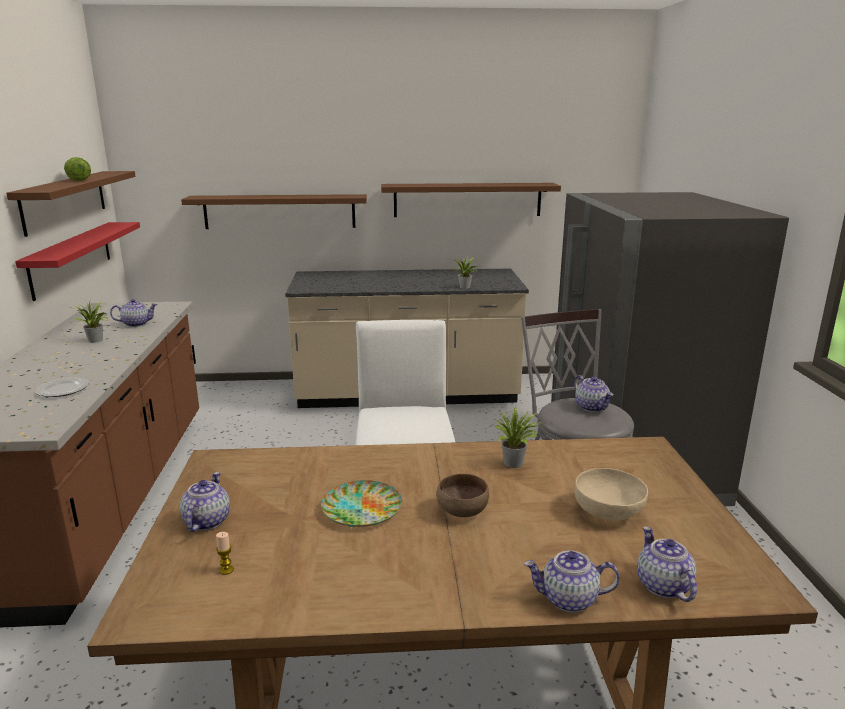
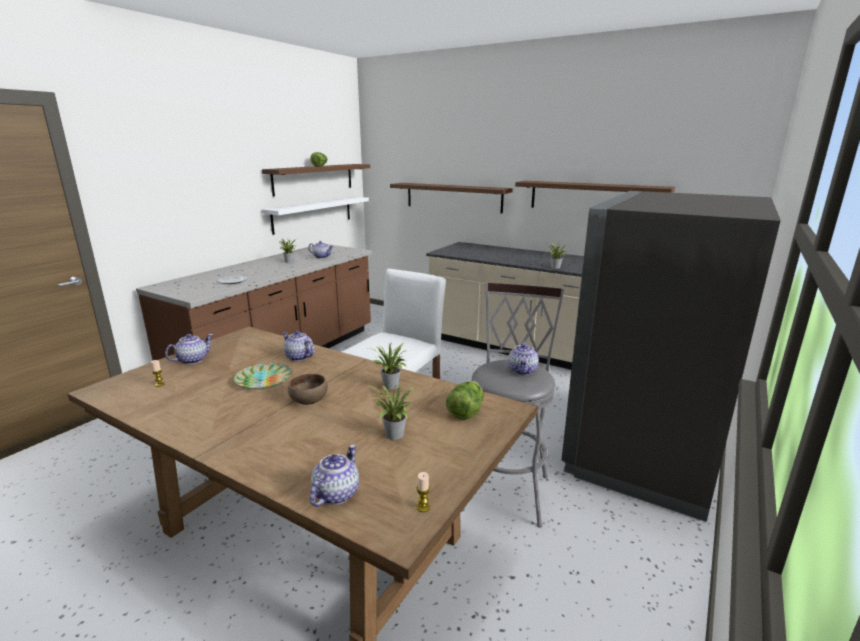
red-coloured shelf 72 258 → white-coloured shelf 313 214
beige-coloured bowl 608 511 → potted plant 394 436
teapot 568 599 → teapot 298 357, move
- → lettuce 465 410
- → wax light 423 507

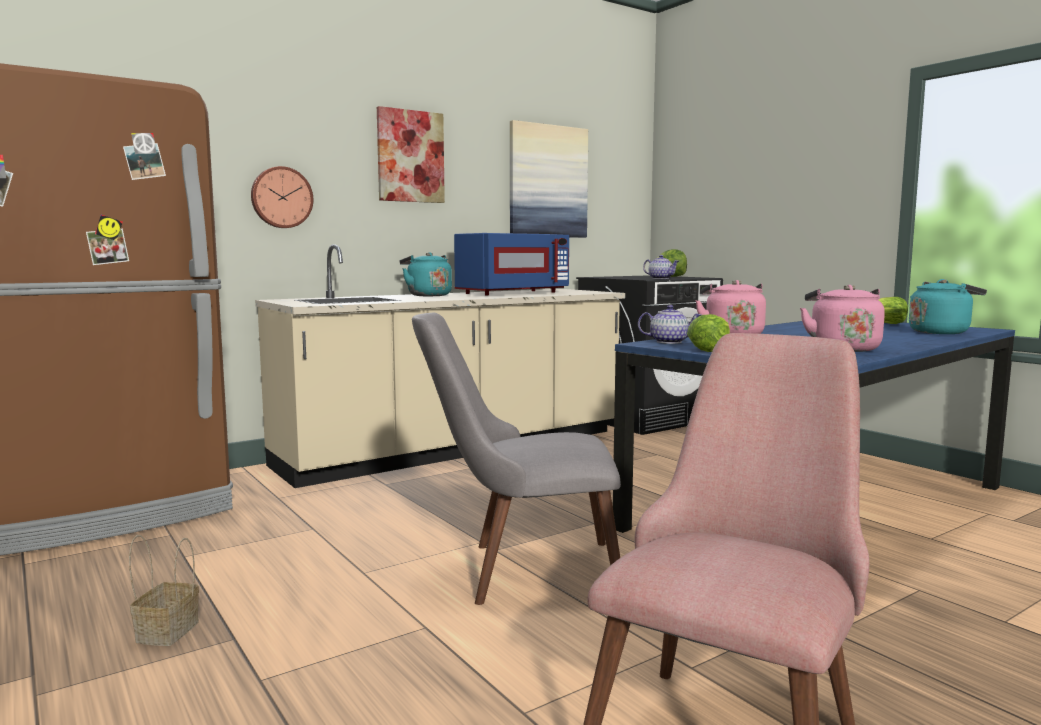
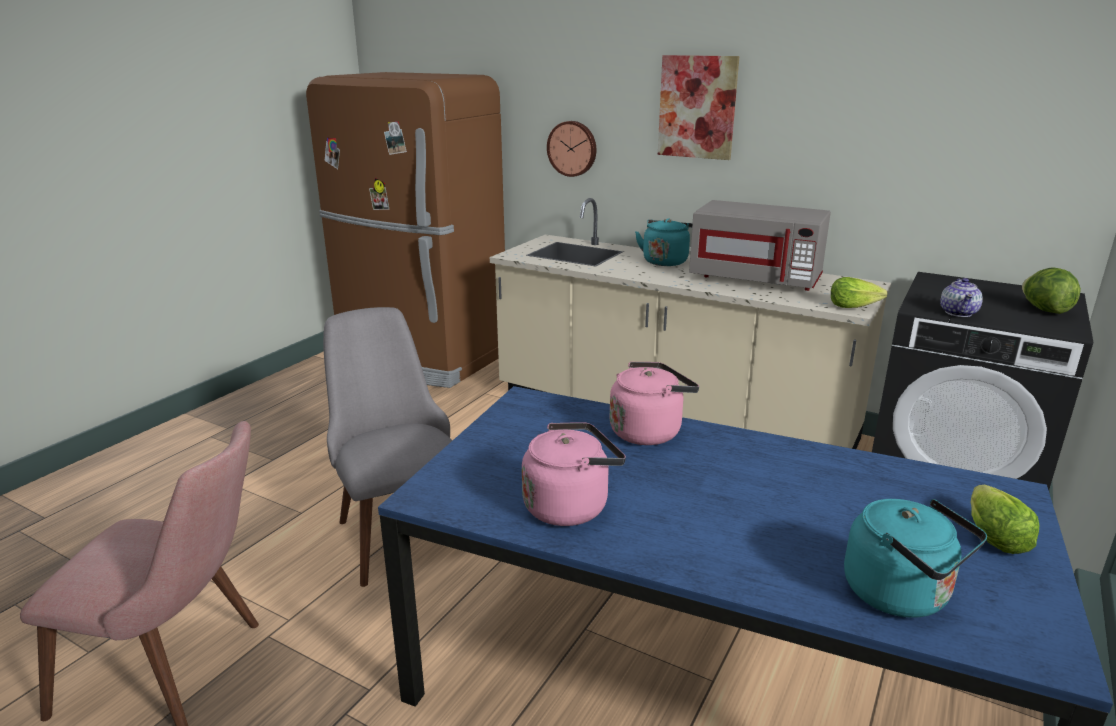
picture 547 181 → -
blue-coloured microwave oven 512 293 → grey microwave oven 756 279
teapot 668 342 → -
lettuce 710 350 → lettuce 853 306, move
basket 168 630 → -

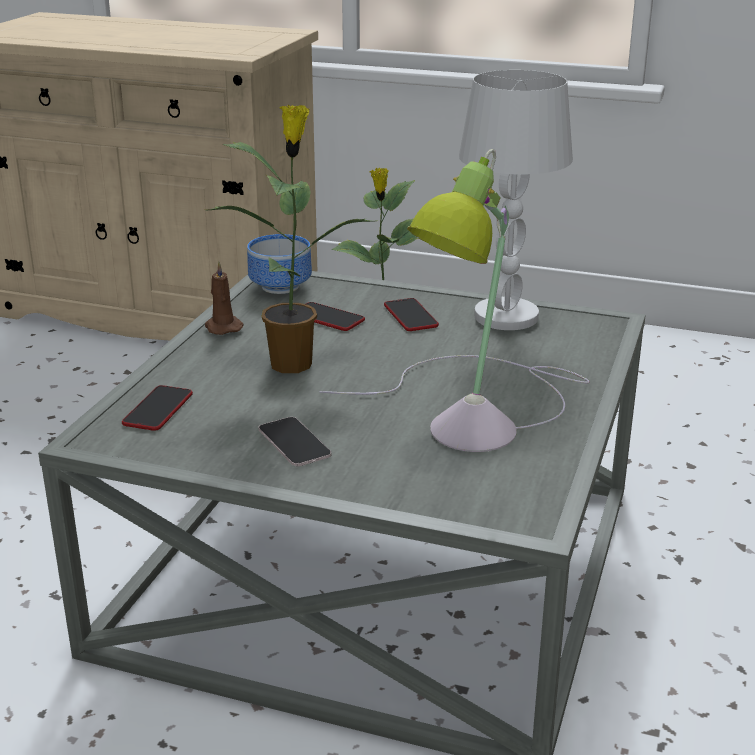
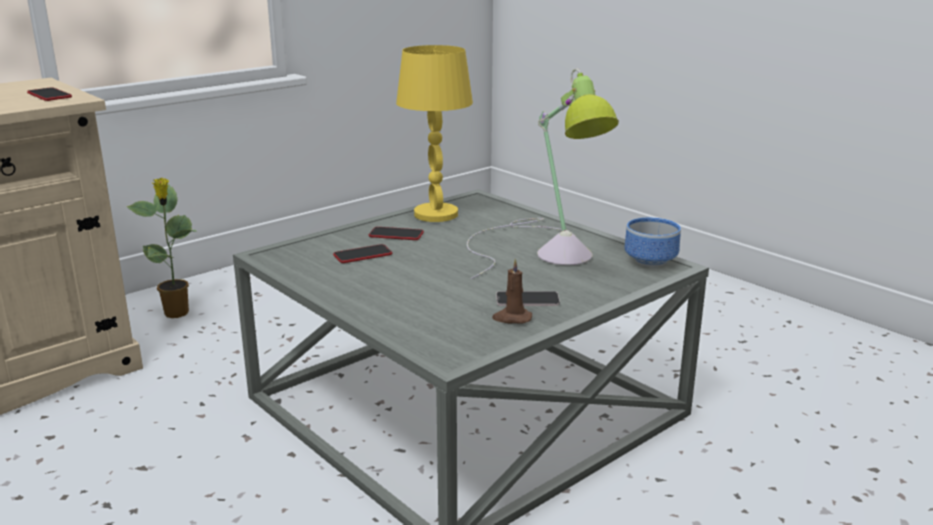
white-coloured lamp for a table 506 316 → yellowish lamp for a table 435 214
potted plant 293 363 → -
bowl 283 286 → bowl 651 260, move
brownish wax light 222 327 → brownish wax light 512 318, move
telephone 158 409 → telephone 49 95, move

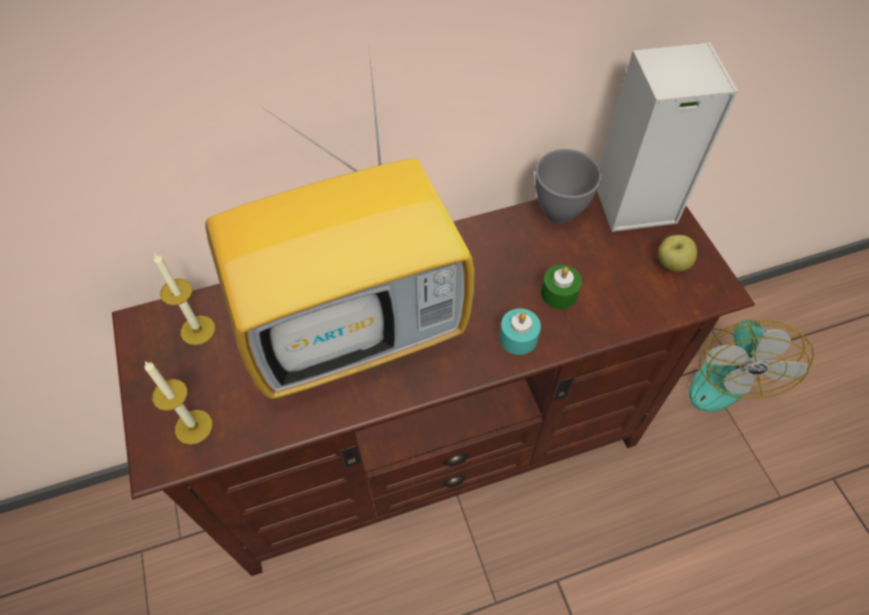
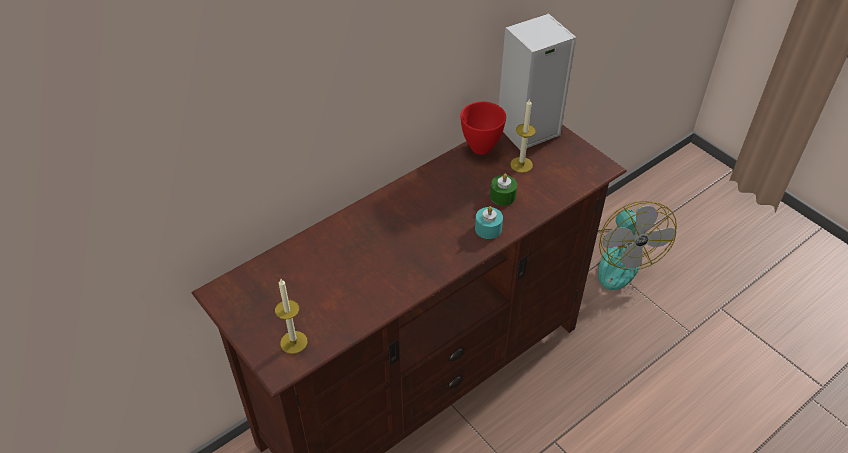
TV 357 326 → -
grey bowl 557 213 → red-coloured bowl 480 148
apple fruit 672 264 → -
wax light 198 330 → wax light 521 165, move

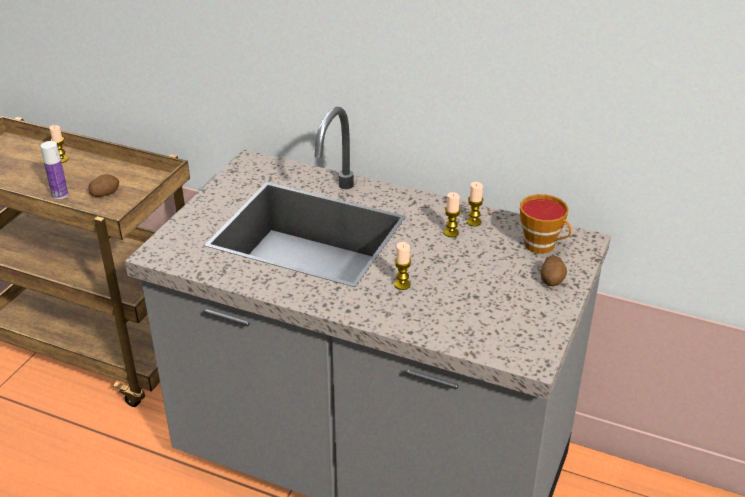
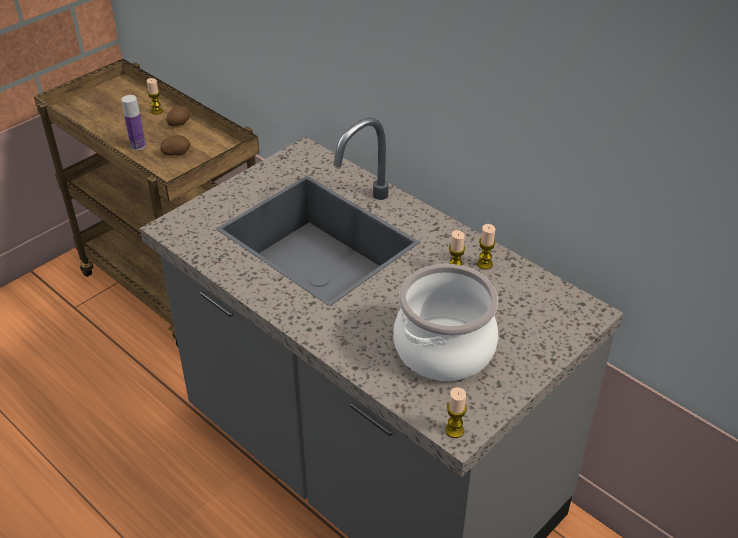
small cup 543 245 → -
wax light 402 284 → wax light 454 430, move
potato 552 280 → potato 179 123, move
- → saucepot 445 349

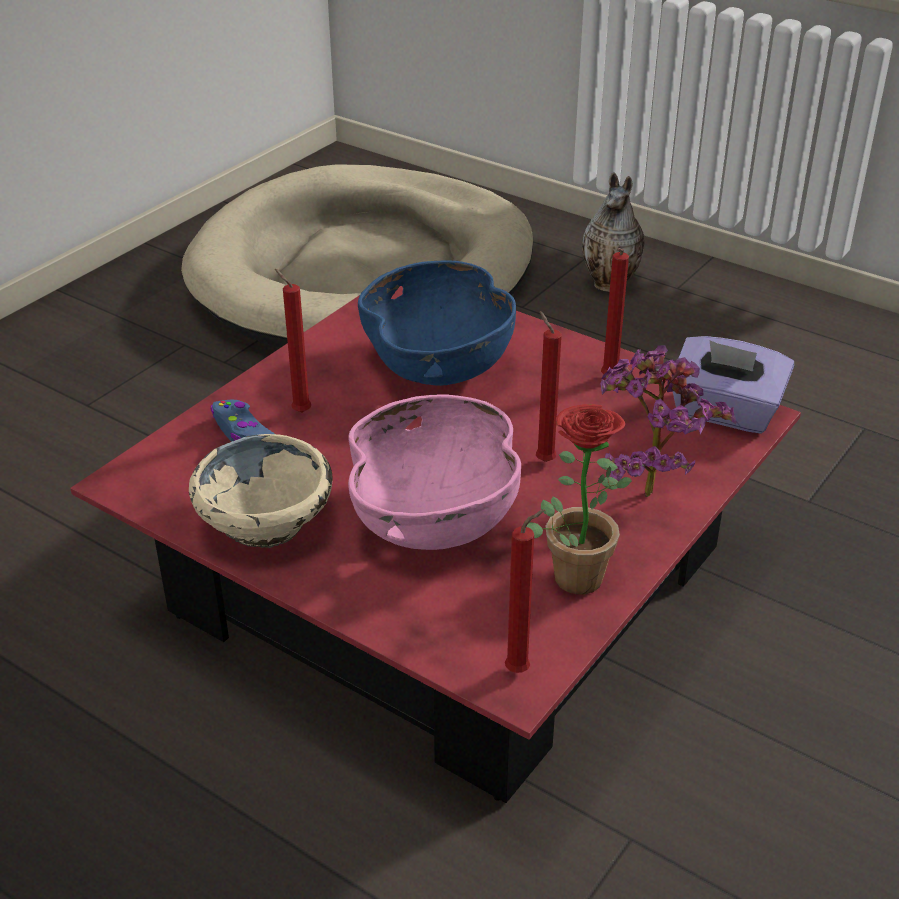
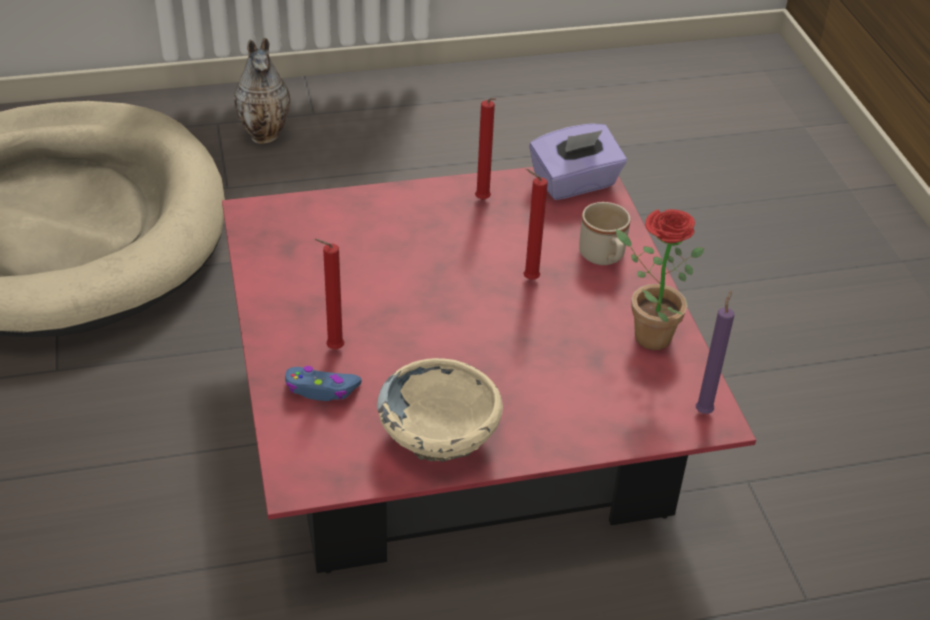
blue-coloured bowl 439 364 → -
potted plant 646 486 → beige-coloured tea mug 604 258
pink bowl 435 517 → -
red-coloured wax light 521 670 → purplish wax light 704 410

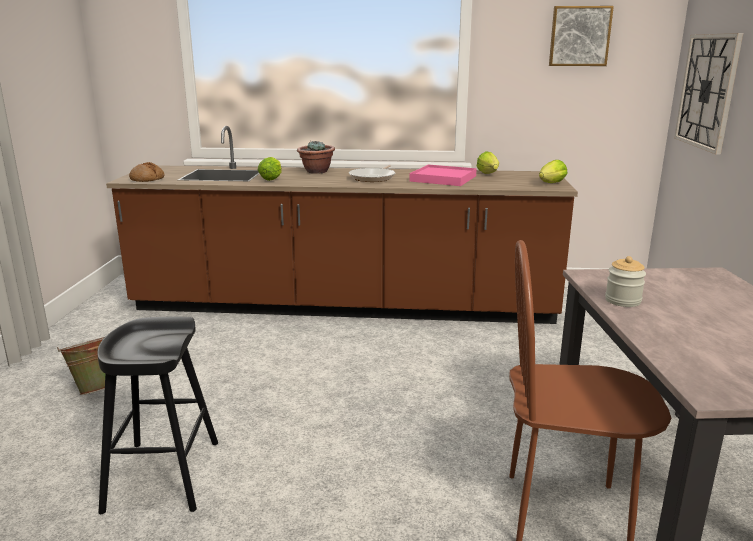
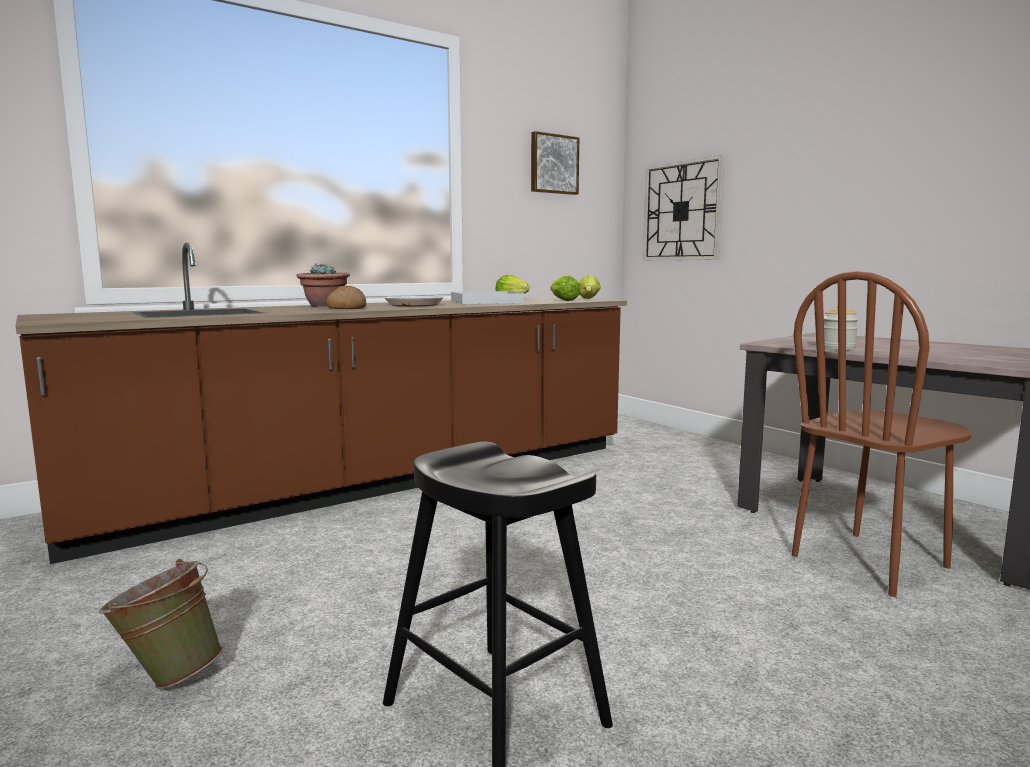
lettuce 272 178 → lettuce 562 300, move
bread 147 179 → bread 346 308, move
pink tray 443 178 → white-coloured tray 486 302

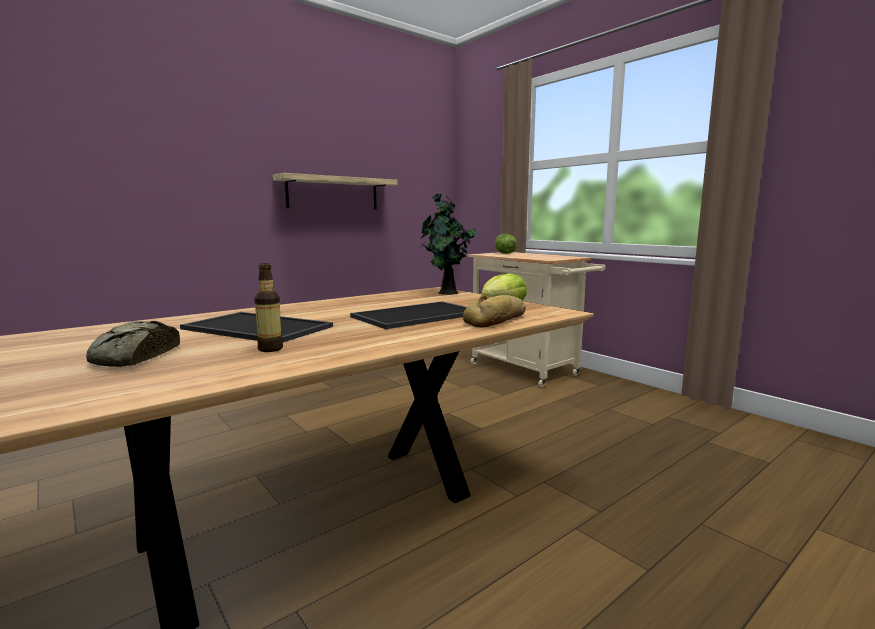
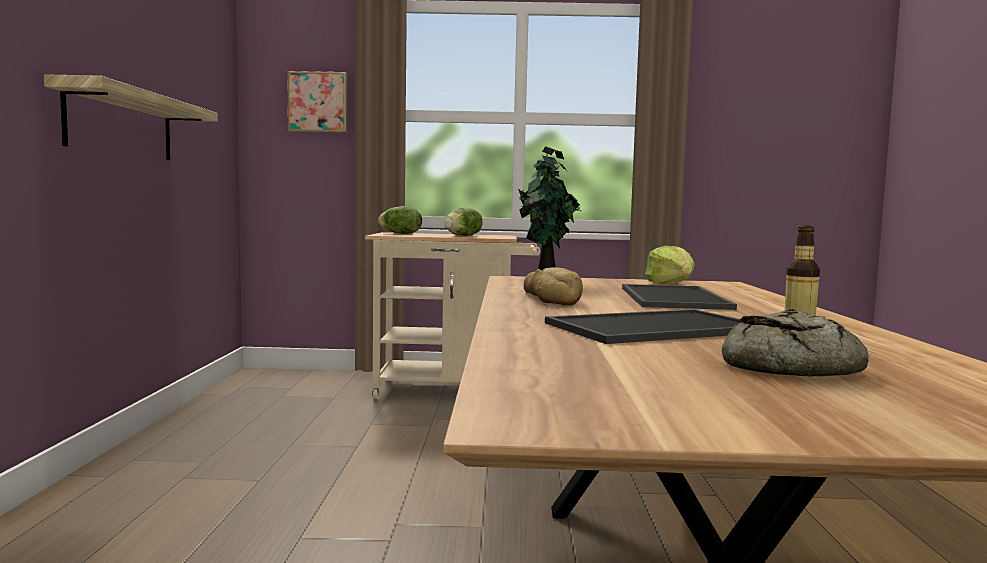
bread 498 320 → bread 551 298, move
- → picture 318 102
- → lettuce 463 236

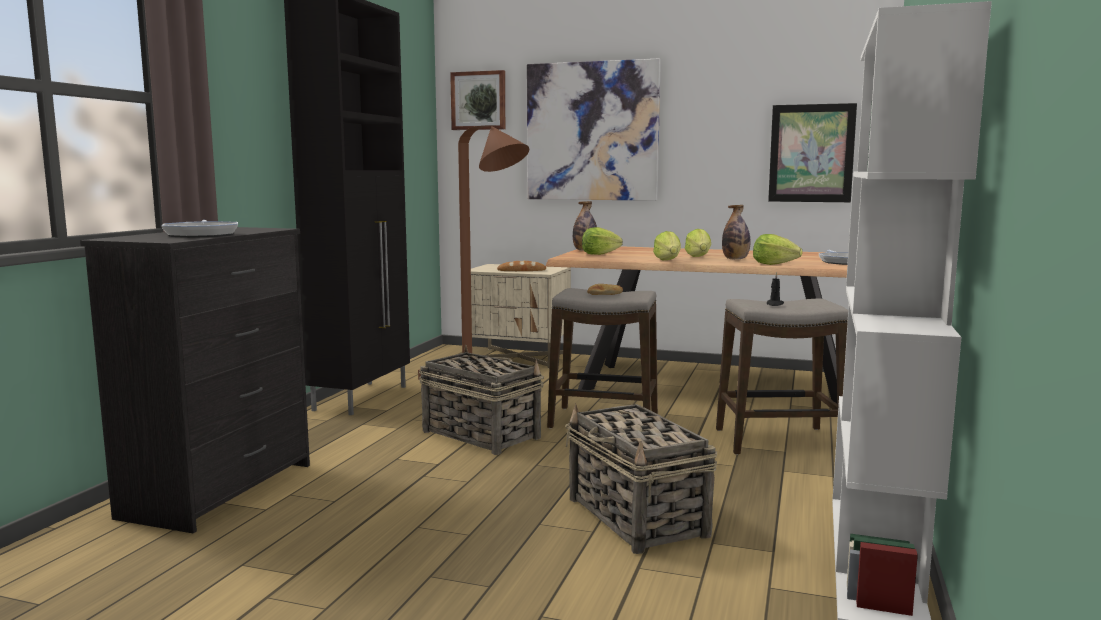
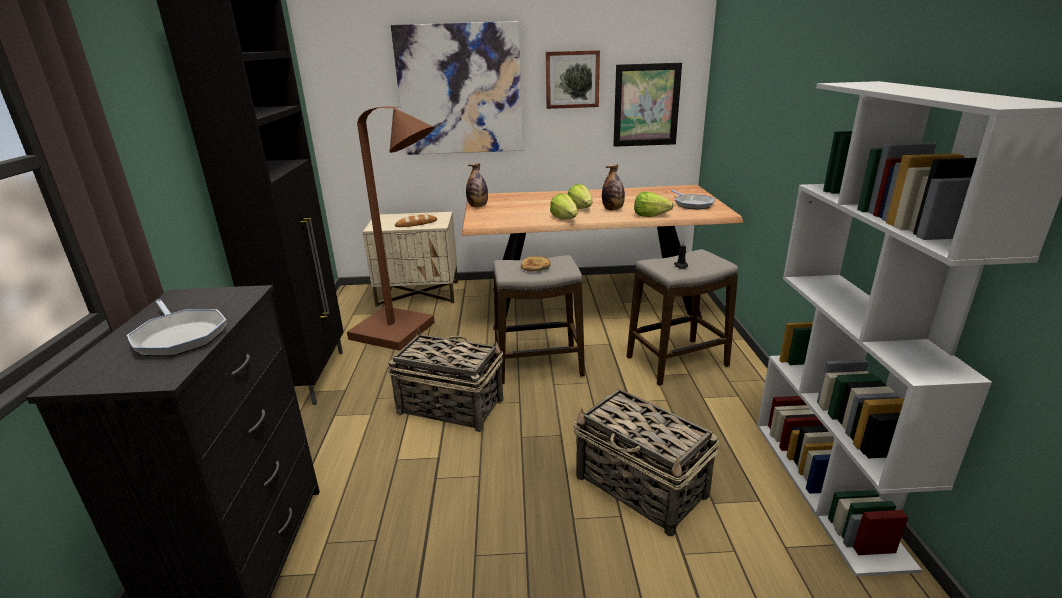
picture 479 100 → picture 572 79, move
lettuce 599 254 → -

